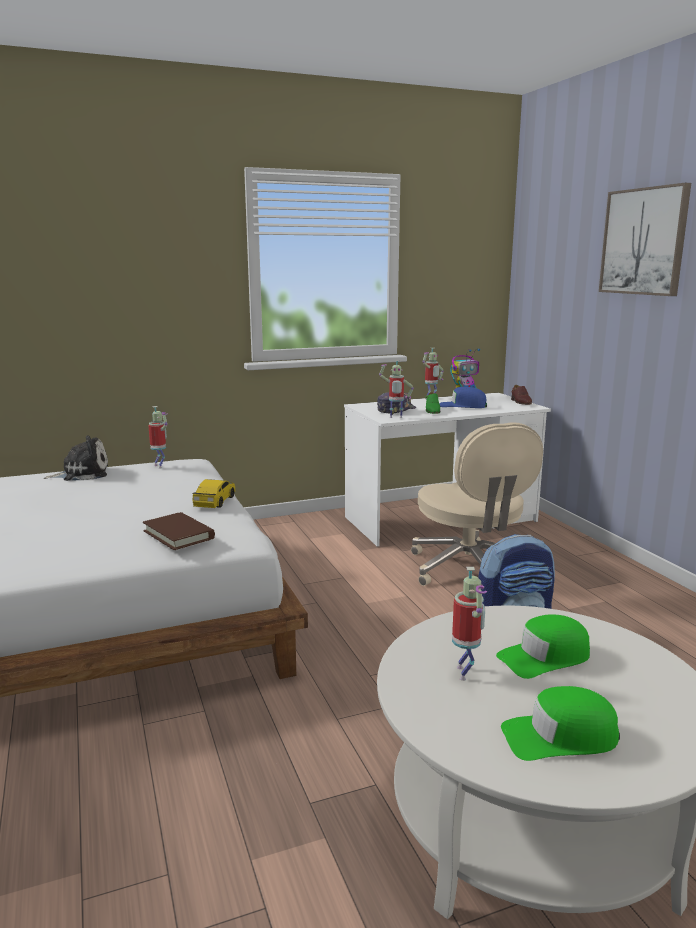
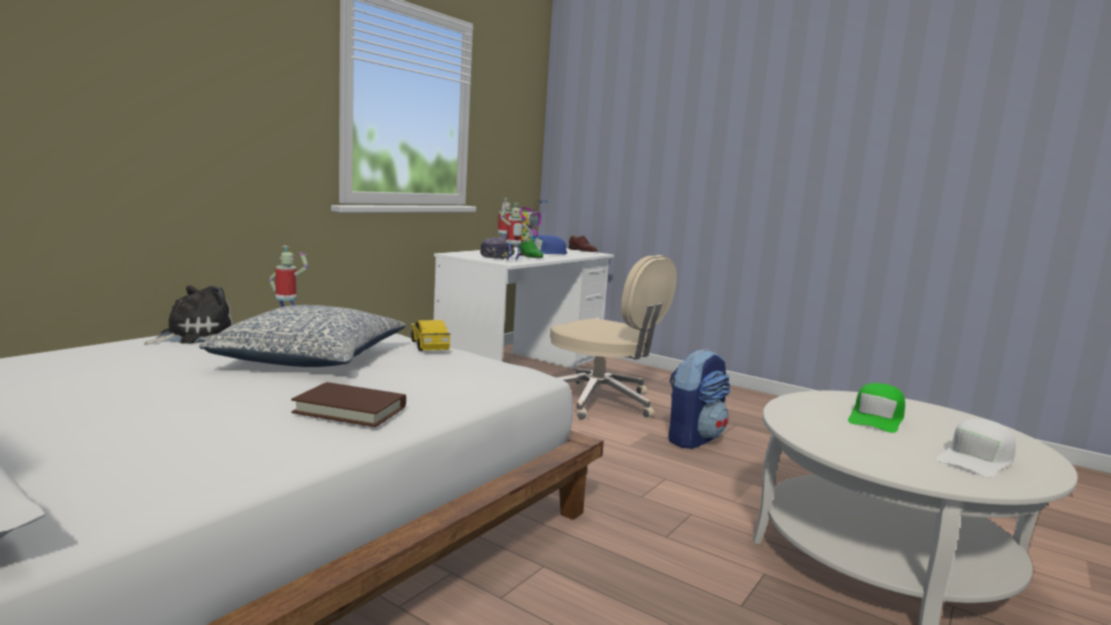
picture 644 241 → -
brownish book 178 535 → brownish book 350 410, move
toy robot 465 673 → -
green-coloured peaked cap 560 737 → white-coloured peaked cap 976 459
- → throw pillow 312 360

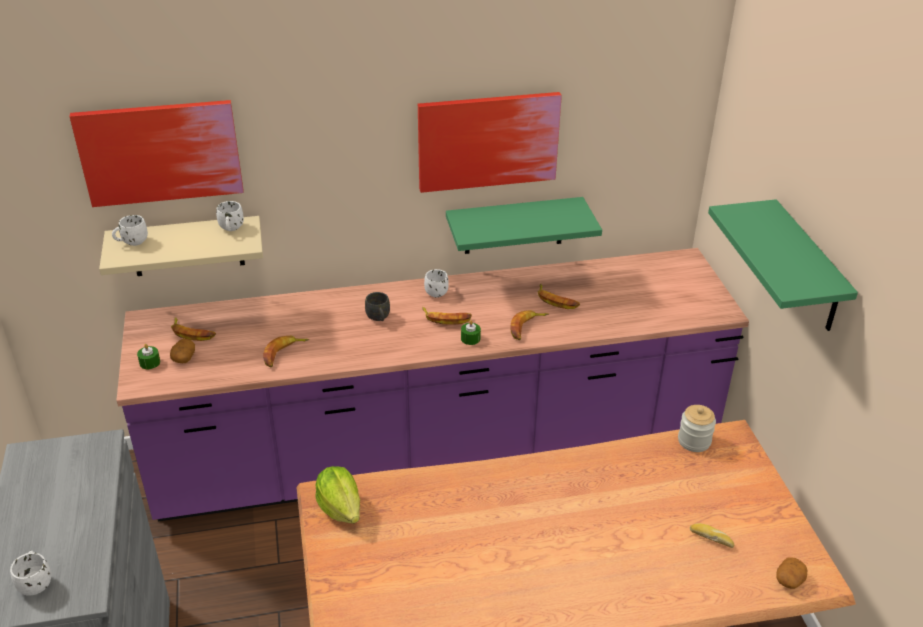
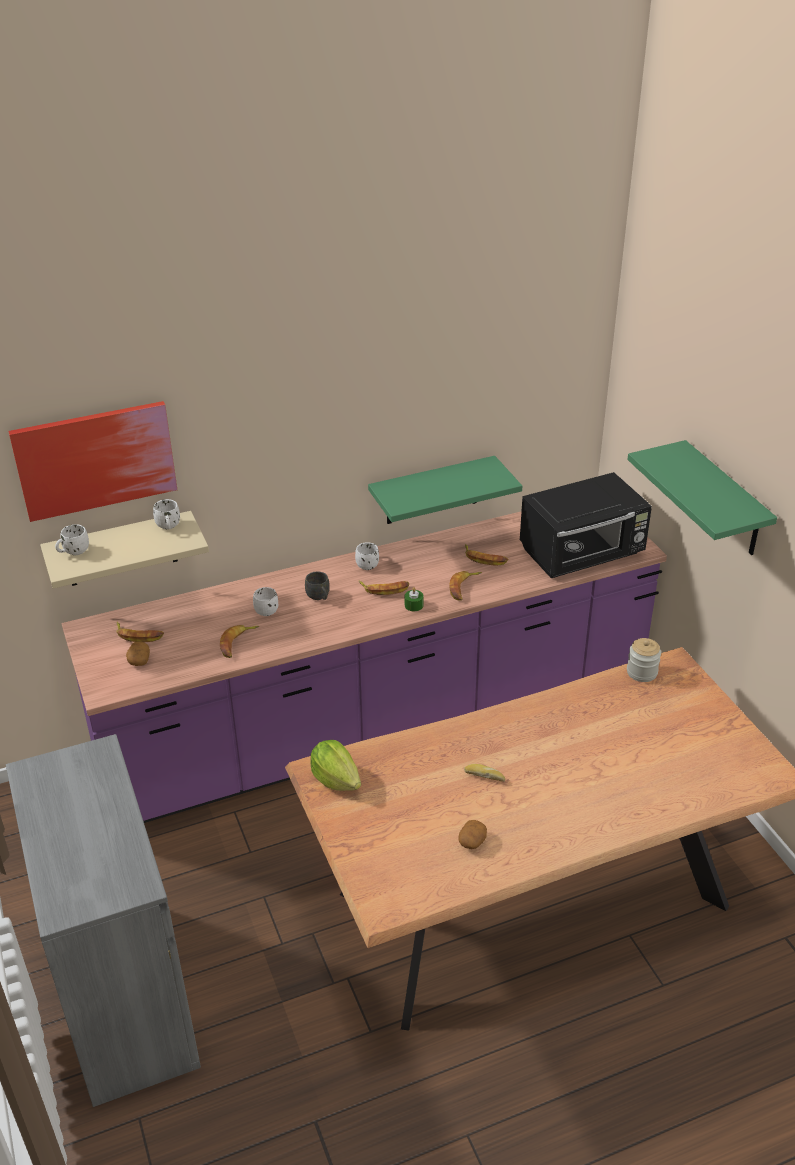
picture 488 141 → -
green-coloured wax light 150 362 → -
bread 711 538 → bread 484 776, move
white-coloured tea mug 36 581 → white-coloured tea mug 265 609, move
potato 789 580 → potato 472 841, move
- → black microwave oven 583 554

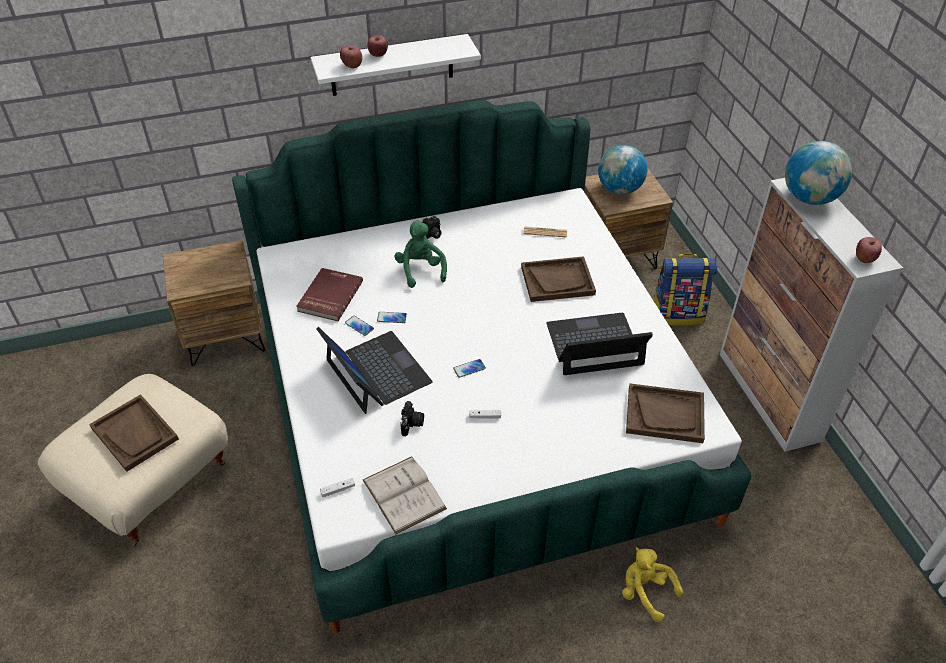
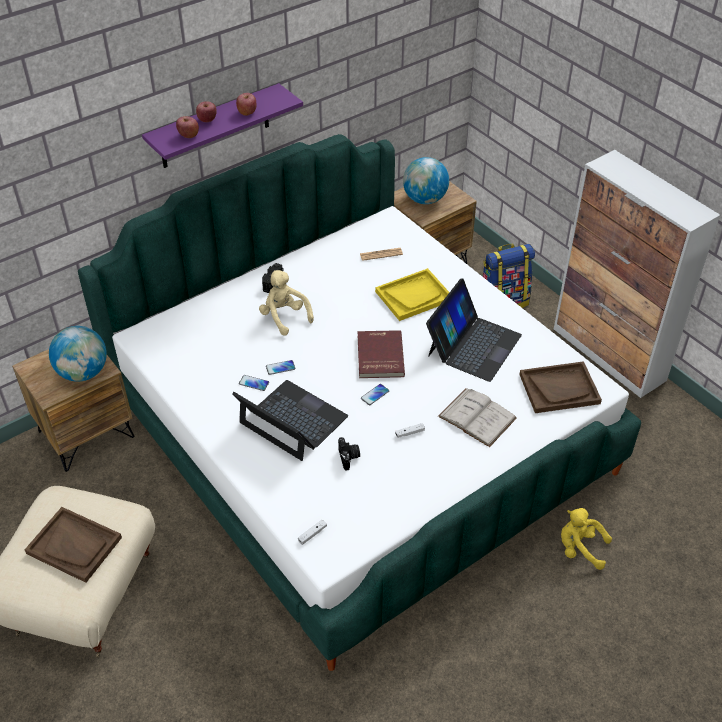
white-coloured shelf 392 65 → purplish shelf 214 127
desk globe 809 198 → desk globe 83 373, move
green-coloured plush toy 420 270 → beige-coloured plush toy 284 317
apple fruit 864 258 → apple fruit 247 112, move
brownish tray 557 281 → yellowish tray 413 296
red-coloured book 329 296 → red-coloured book 379 356, move
portable computer 594 345 → portable computer 473 345, 150 degrees clockwise
white-coloured book 404 494 → white-coloured book 477 417, move

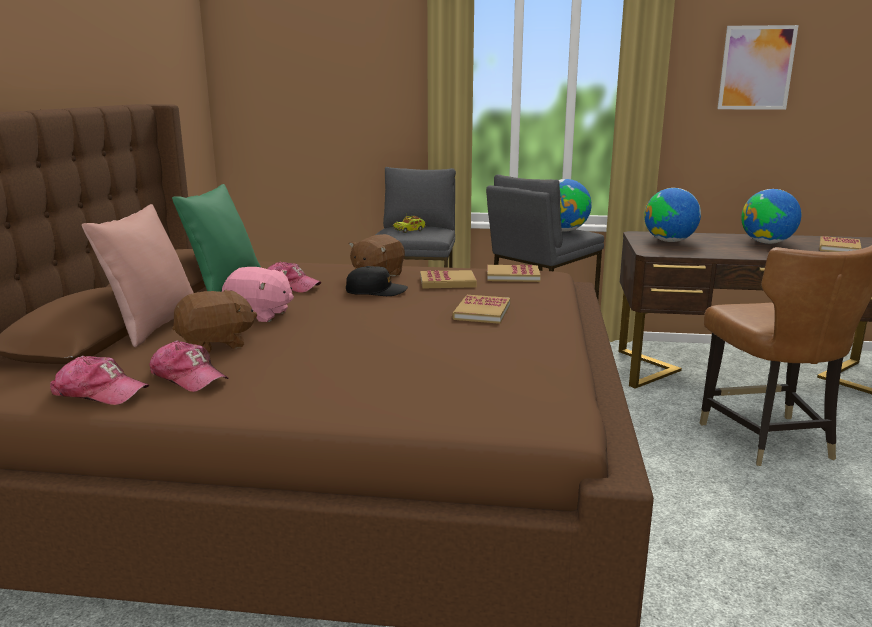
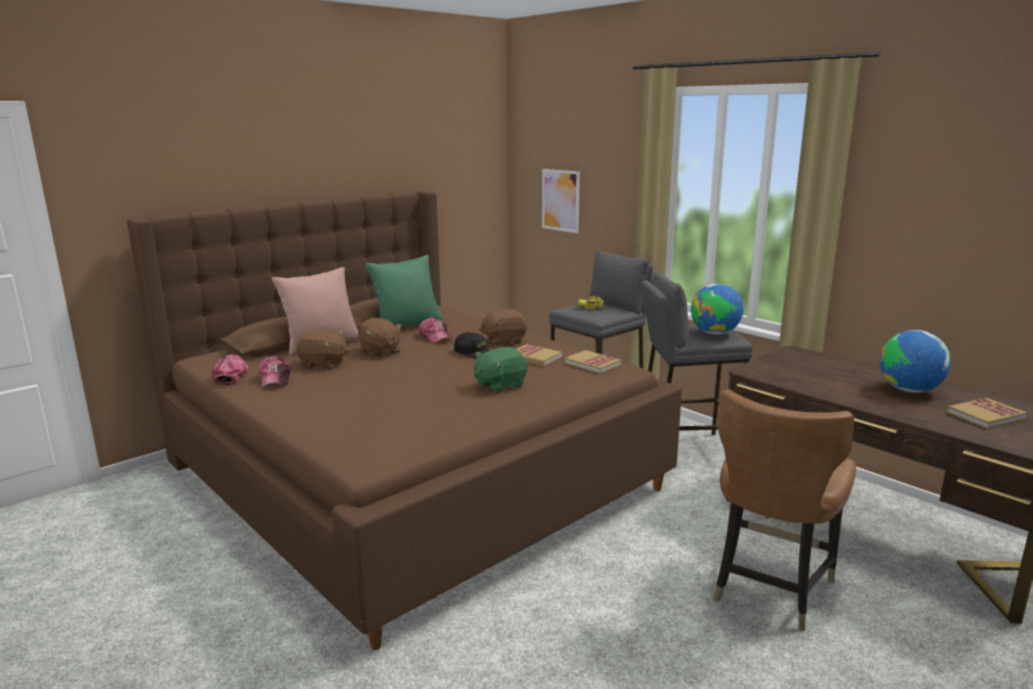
picture 756 68 → picture 560 200, move
desk globe 669 241 → -
pink plush toy 259 315 → brownish plush toy 380 352
book 482 312 → green-coloured plush toy 499 385
peaked cap 99 393 → peaked cap 231 375, 150 degrees counterclockwise

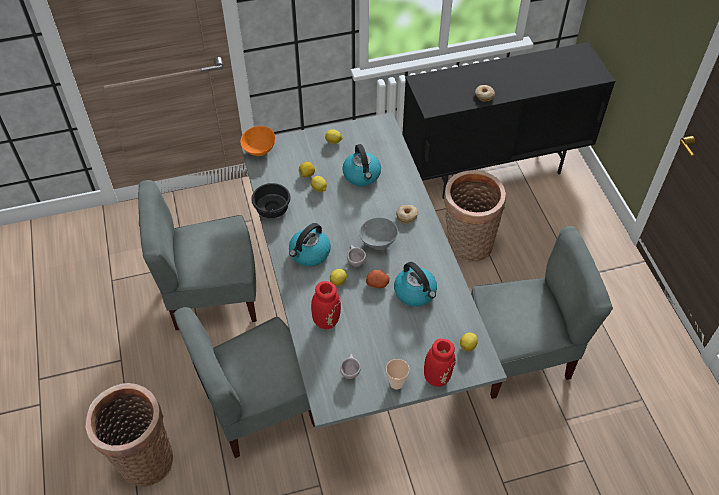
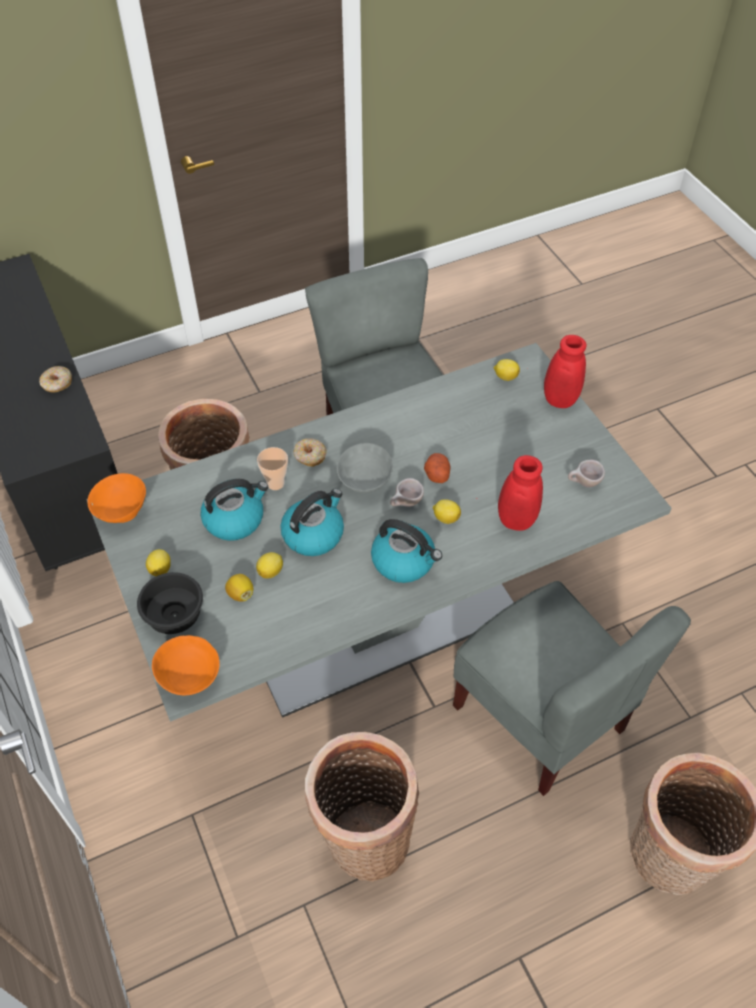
grey upright chair 212 295 → basket 363 839
black bowl 273 208 → black bowl 172 615, move
tea kettle 415 292 → tea kettle 313 534, move
small cup 396 383 → small cup 275 483, move
- → orange-coloured bowl 121 511

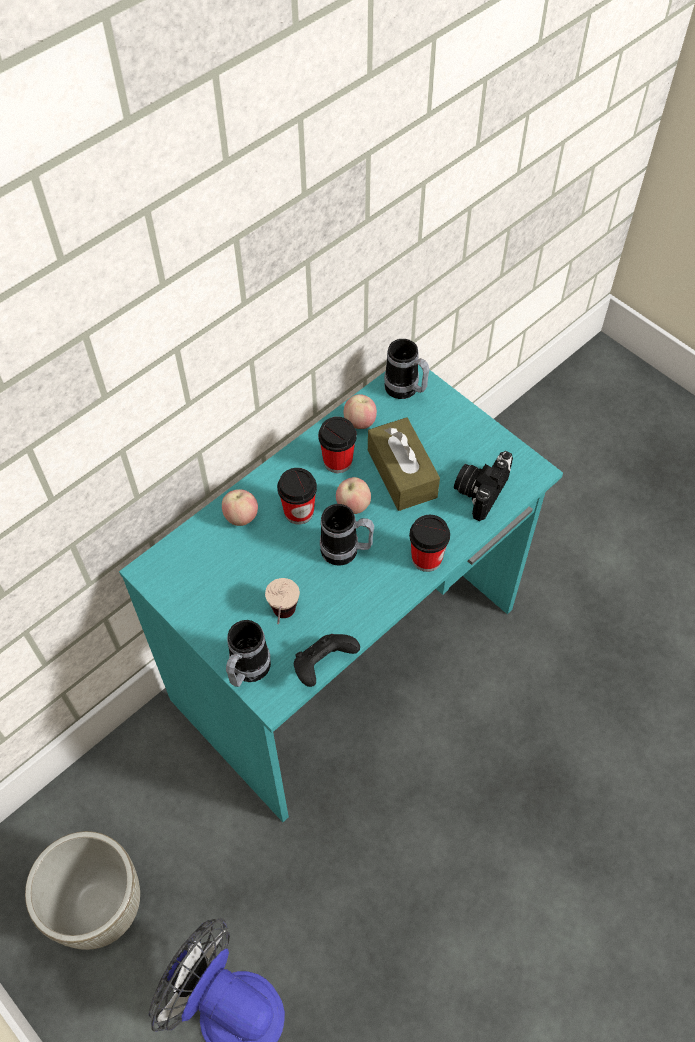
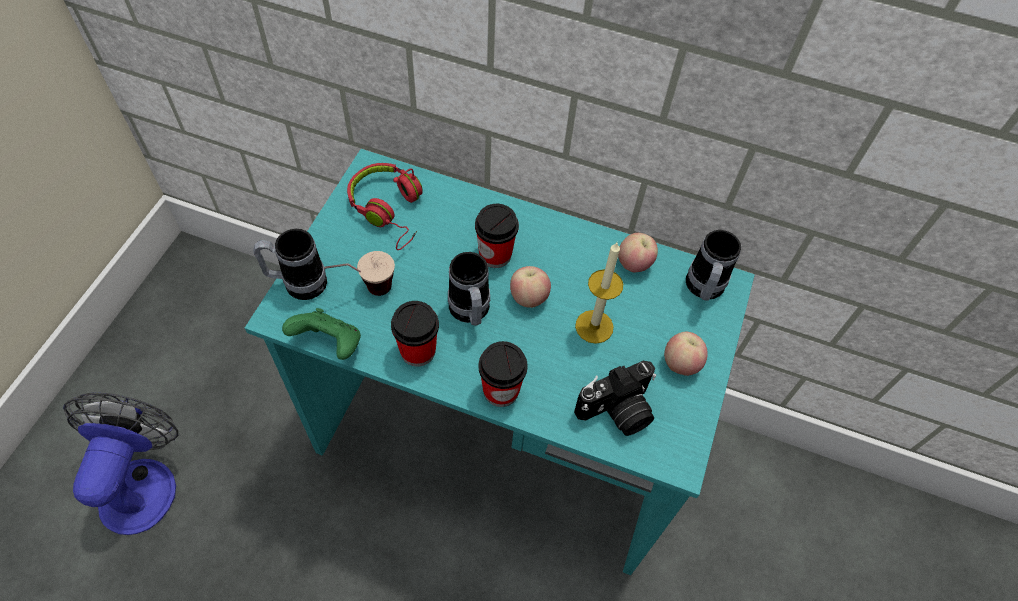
small cup 337 461 → small cup 418 351, move
brownish tissue holder 402 473 → wax light 594 326
still camera 480 491 → still camera 617 412, 150 degrees clockwise
apple fruit 241 517 → apple fruit 680 364, move
black gamepad 323 665 → green-coloured gamepad 330 344
grey plant pot 99 906 → -
- → red-coloured headset 390 210

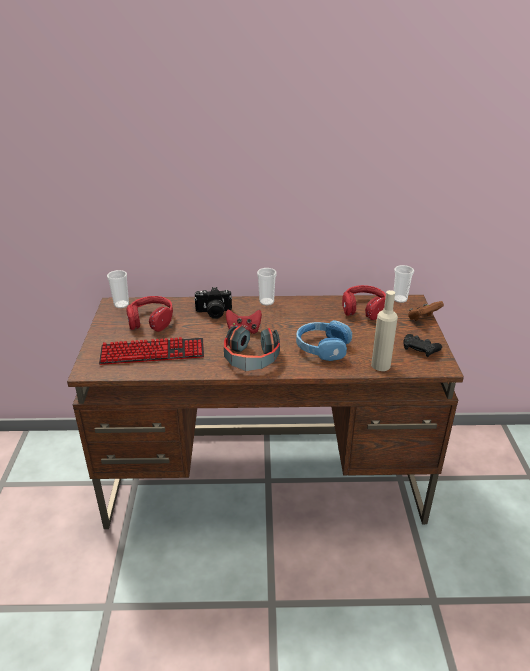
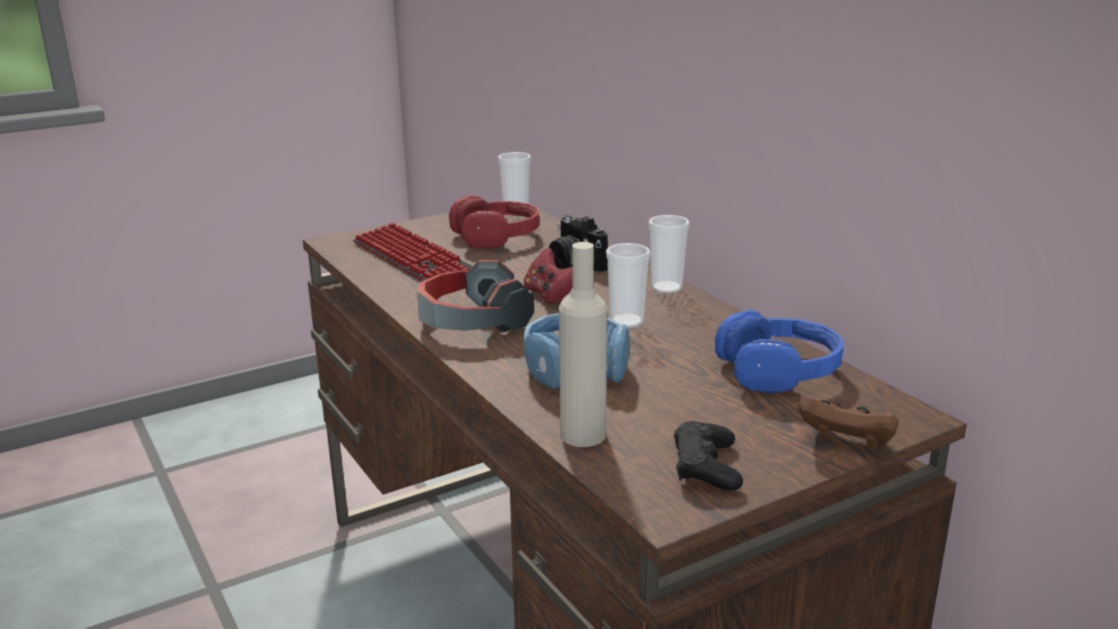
small cup 400 299 → small cup 626 322, move
red-coloured headset 363 309 → blue-coloured headset 779 371

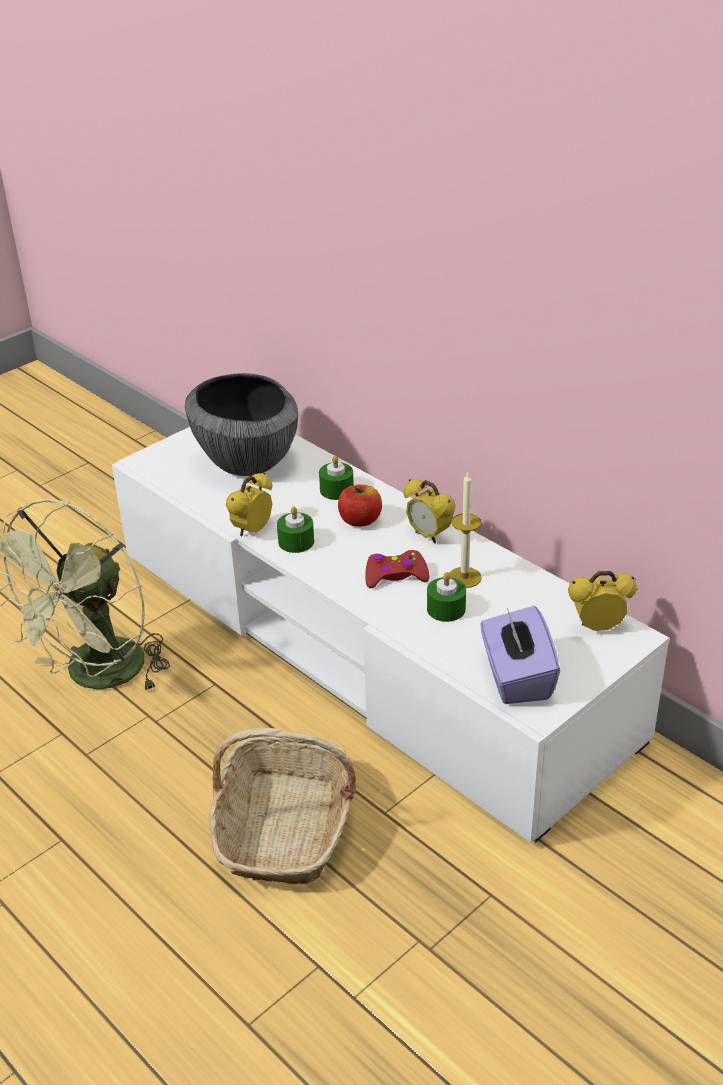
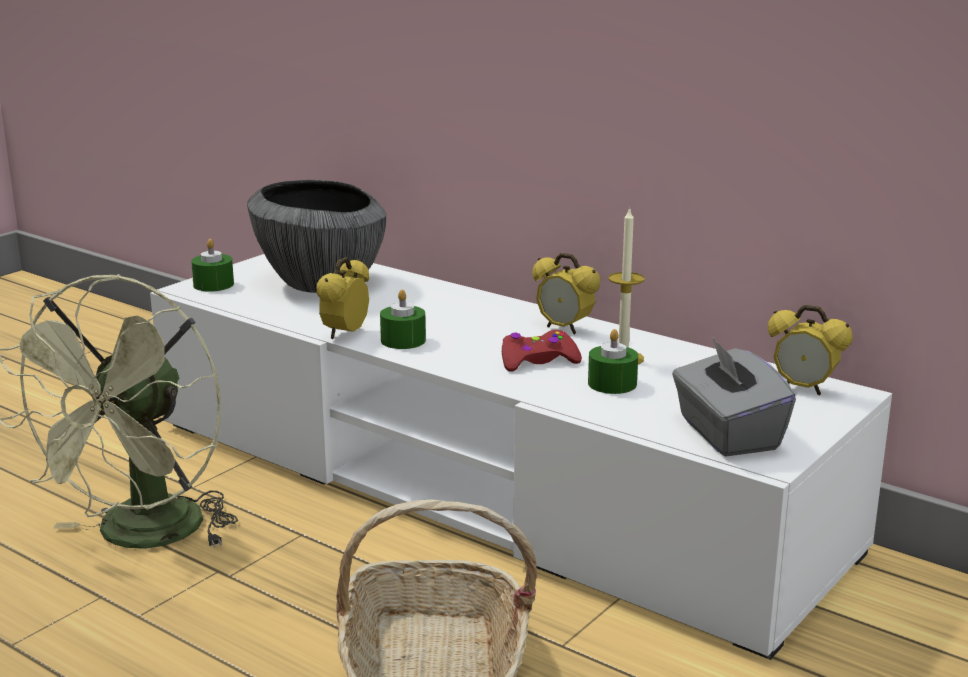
green-coloured wax light 336 490 → green-coloured wax light 213 284, move
apple fruit 360 520 → -
bedside clock 598 627 → bedside clock 803 389, 135 degrees counterclockwise
purplish tissue holder 516 677 → grey tissue holder 727 434

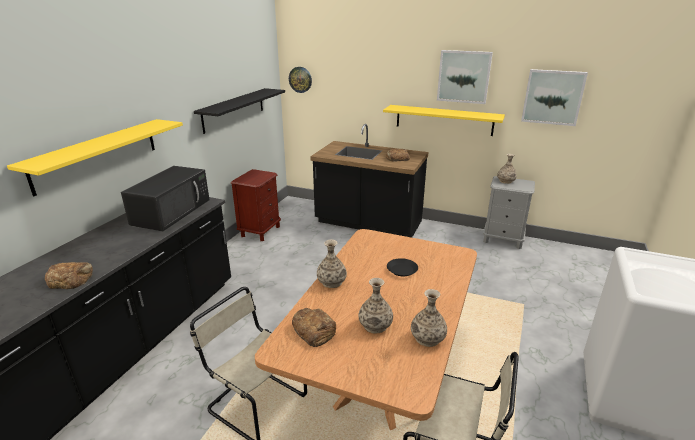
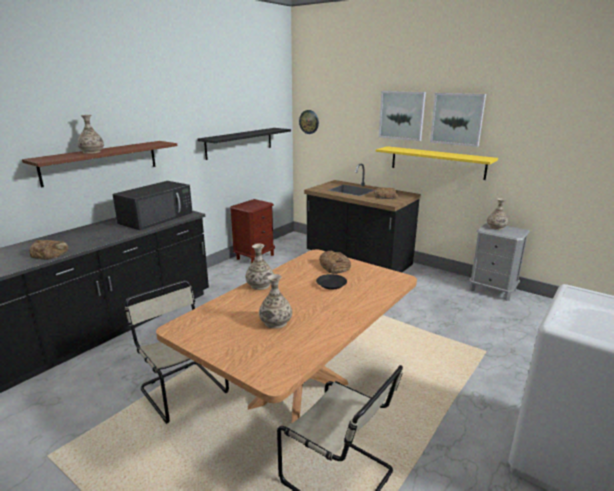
picture 552 97 → picture 401 115, move
yellowish shelf 97 154 → brownish shelf 101 162
vase 427 338 → vase 92 152, move
bread 314 330 → bread 334 266, move

